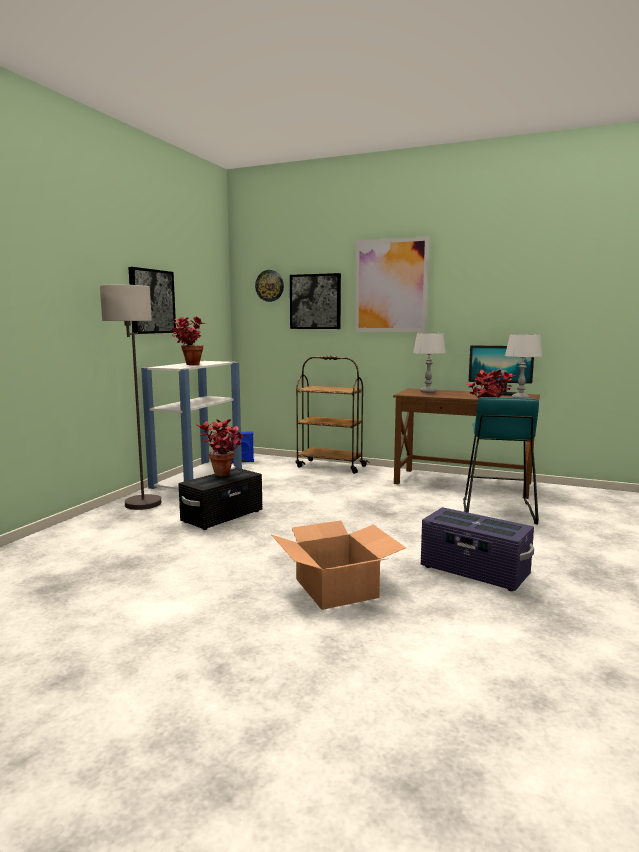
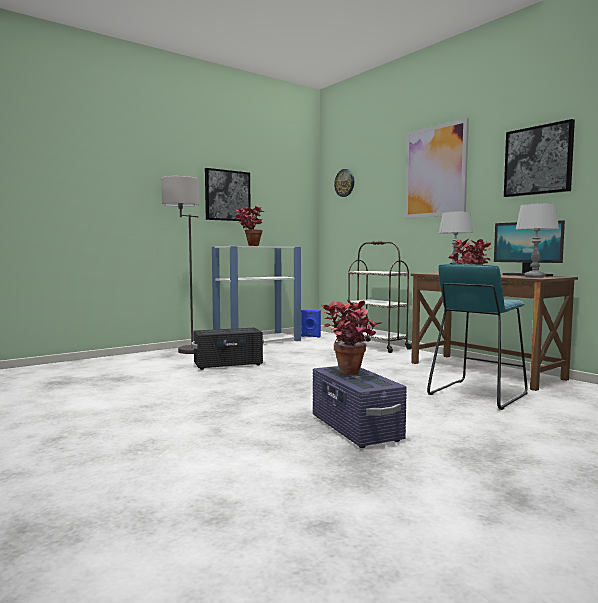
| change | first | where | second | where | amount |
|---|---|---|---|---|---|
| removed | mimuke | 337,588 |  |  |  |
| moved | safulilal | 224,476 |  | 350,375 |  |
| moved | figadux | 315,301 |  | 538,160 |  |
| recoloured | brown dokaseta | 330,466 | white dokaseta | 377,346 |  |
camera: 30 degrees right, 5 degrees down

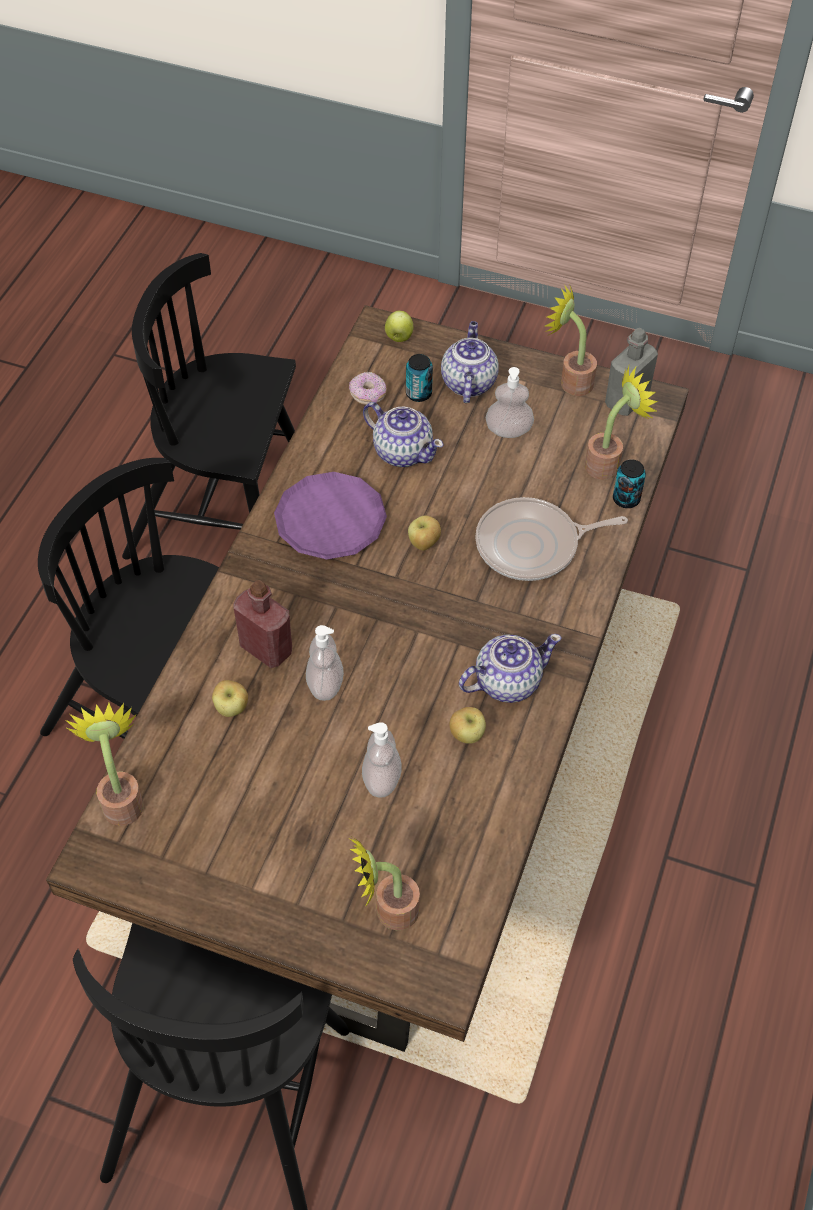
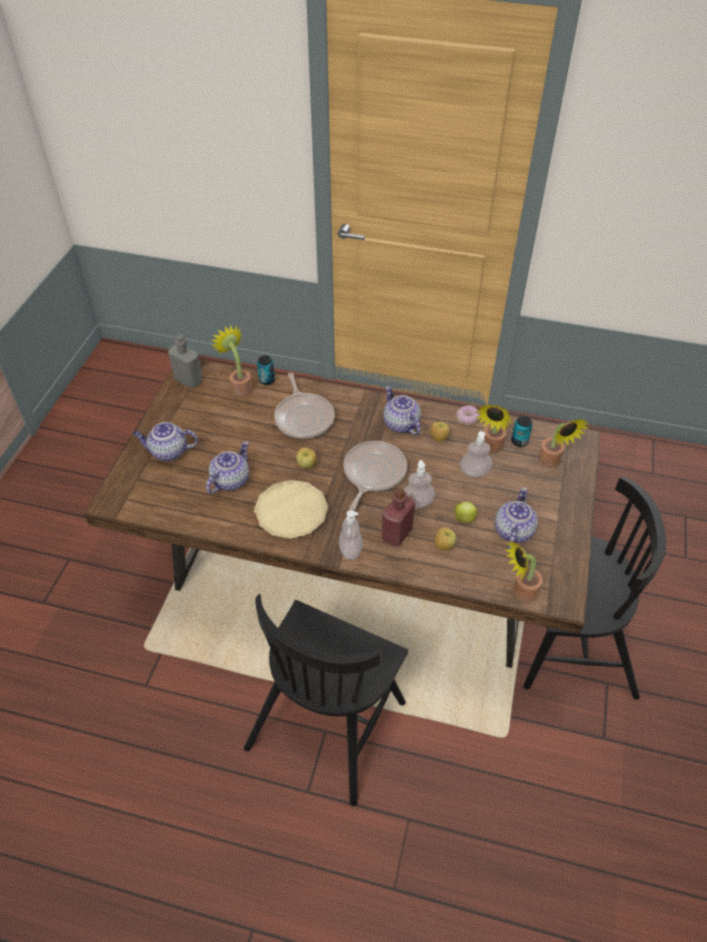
| change | first | where | second | where | amount |
|---|---|---|---|---|---|
| removed | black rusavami | 229,510 |  |  |  |
| added |  |  | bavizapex | 373,473 |  |
| added |  |  | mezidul | 513,531 |  |
| moved | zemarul | 368,395 |  | 467,419 |  |
| moved | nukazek | 399,337 |  | 465,519 |  |
| moved | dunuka | 418,394 |  | 519,441 |  |
| moved | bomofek | 508,430 |  | 350,550 |  |
| moved | safulilal | 570,381 |  | 490,448 |  |
| recoloured | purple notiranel | 330,521 | beige notiranel | 291,512 |  |
camera: 95 degrees left, 5 degrees down

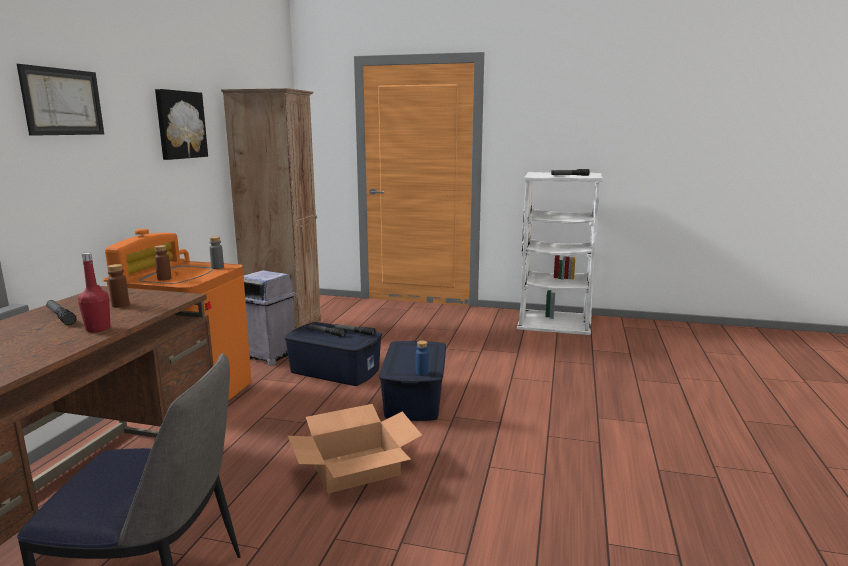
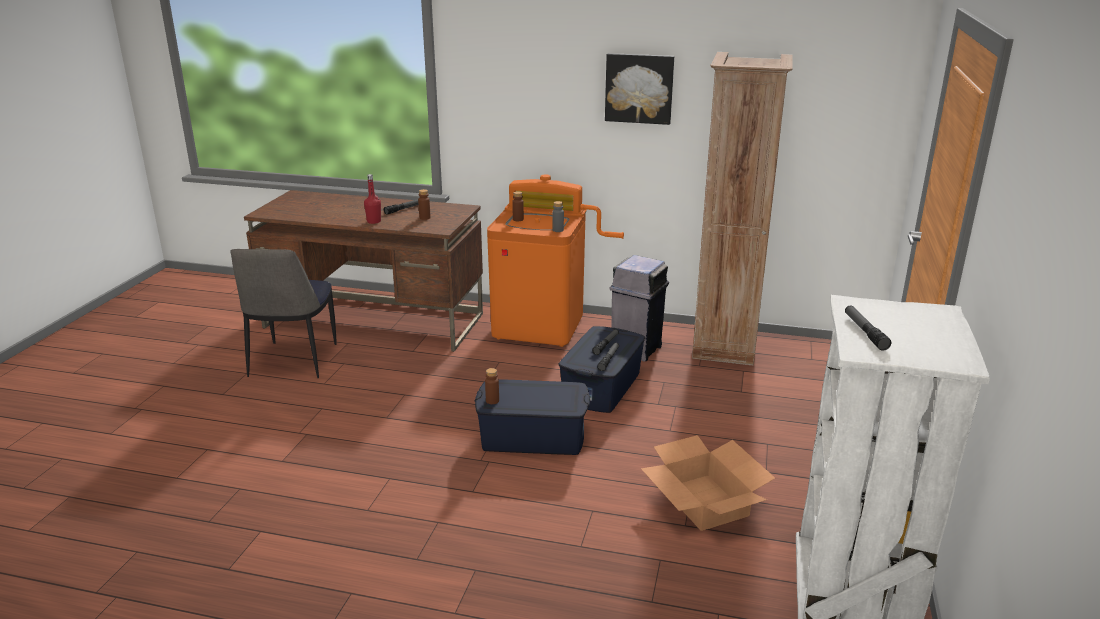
| change | first | where | second | where | amount |
|---|---|---|---|---|---|
| removed | figadux | 62,102 |  |  |  |
| moved | mimuke | 356,468 |  | 704,502 |  |
| recoloured | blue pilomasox | 422,373 | brown pilomasox | 492,401 |  |
camera: 90 degrees right, 10 degrees up

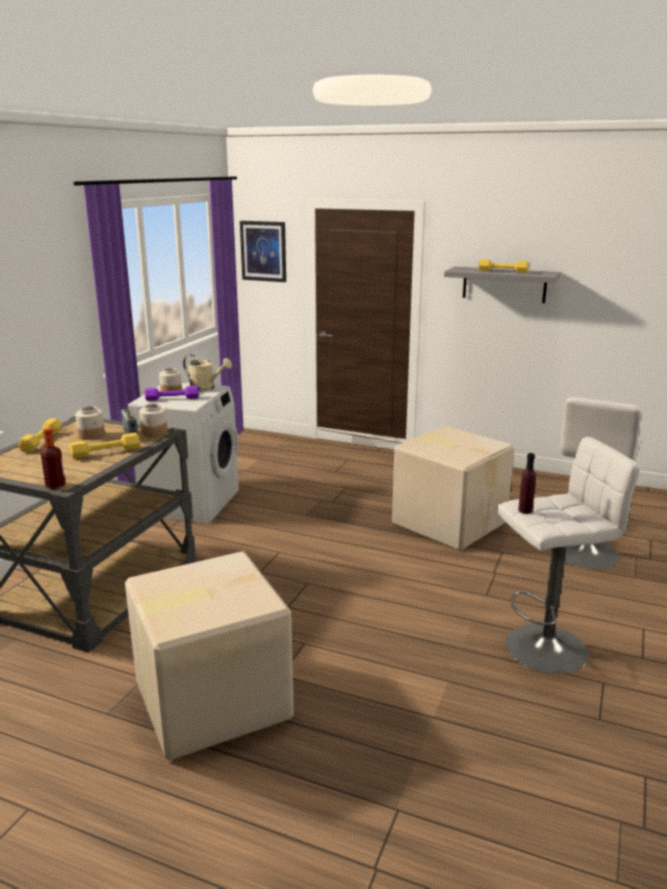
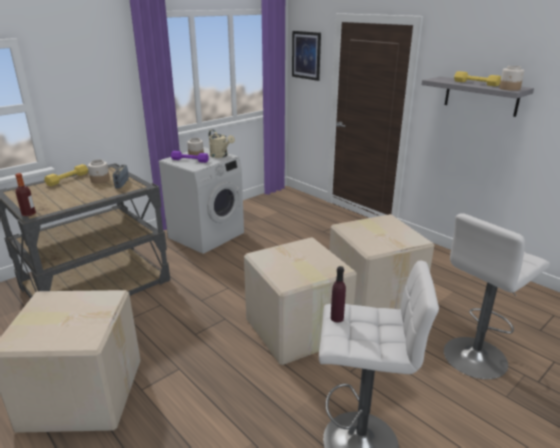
| change | first | where | second | where | amount |
|---|---|---|---|---|---|
| removed | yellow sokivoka | 106,452 |  |  |  |
| added |  |  | mimuke | 296,331 |  |
| moved | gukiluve | 154,432 |  | 509,89 |  |
camera: 25 degrees right, 5 degrees up

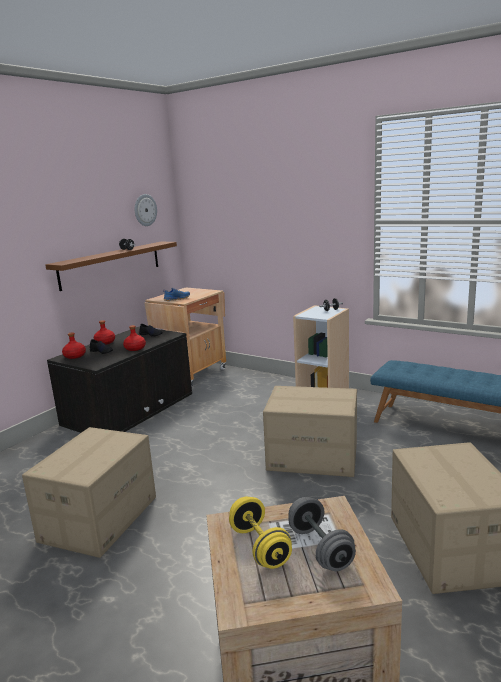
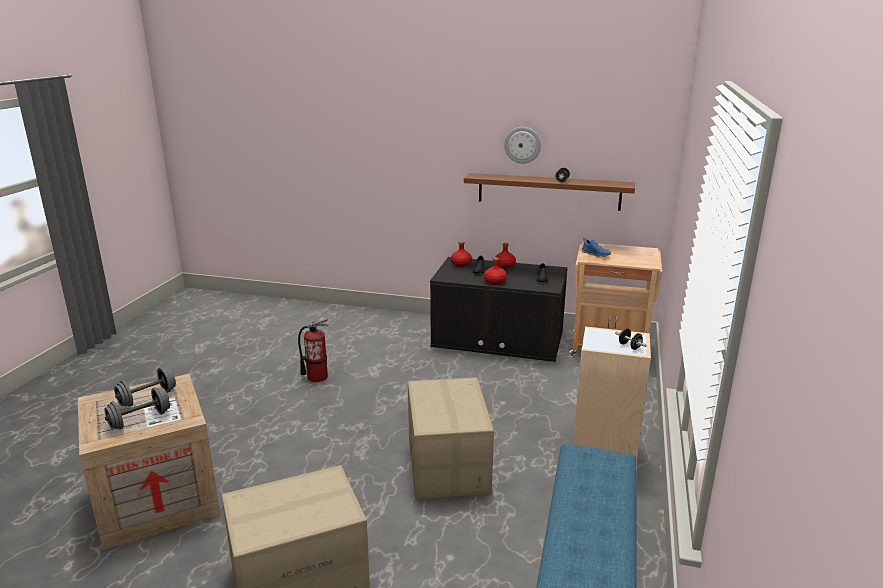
| change | first | where | second | where | amount |
|---|---|---|---|---|---|
| moved | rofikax | 145,210 |  | 522,145 |  |
| replaced | mimuke | 99,518 | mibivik | 317,377 |  |
| recoloured | yellow sokivoka | 260,547 | grey sokivoka | 147,398 |  |
camera: 70 degrees right, 5 degrees up

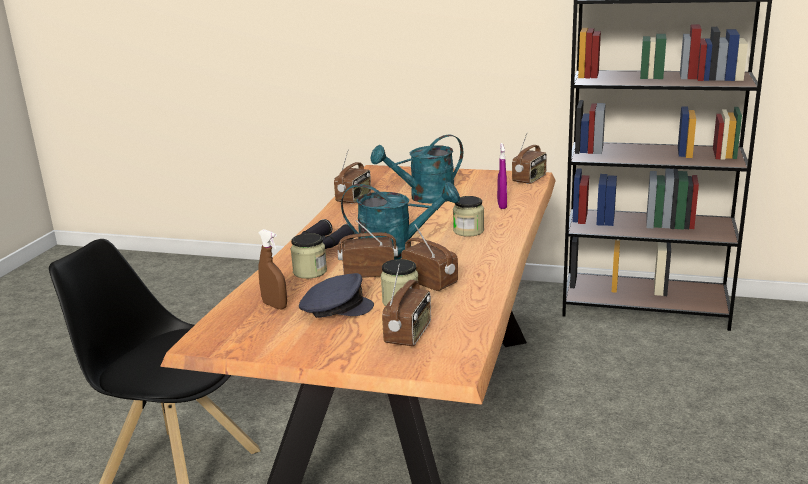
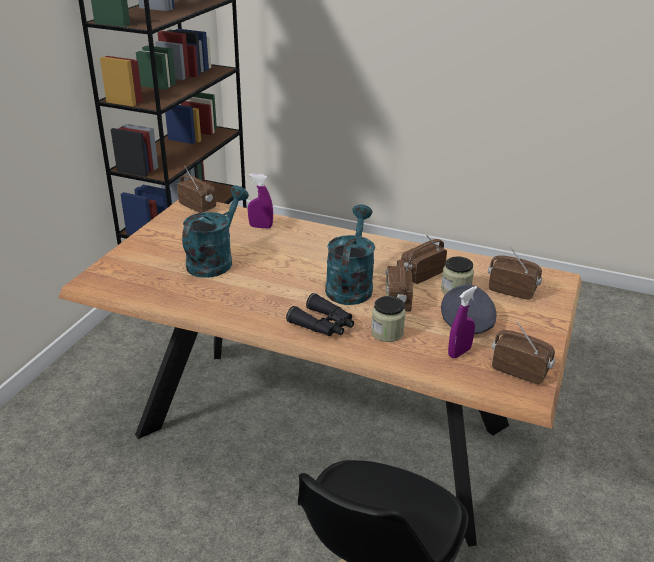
| change | first | where | second | where | amount |
|---|---|---|---|---|---|
| removed | gukiluve | 468,231 |  |  |  |
| moved | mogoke | 354,198 |  | 520,371 |  |
| recoloured | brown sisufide | 275,305 | purple sisufide | 459,352 |  |
| turned | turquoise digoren | 424,198 |  | 214,260 | 135 degrees counterclockwise |
camera: 85 degrees left, 10 degrees up

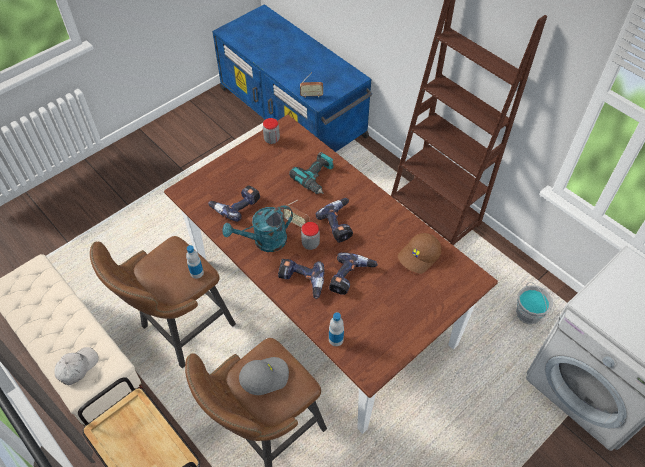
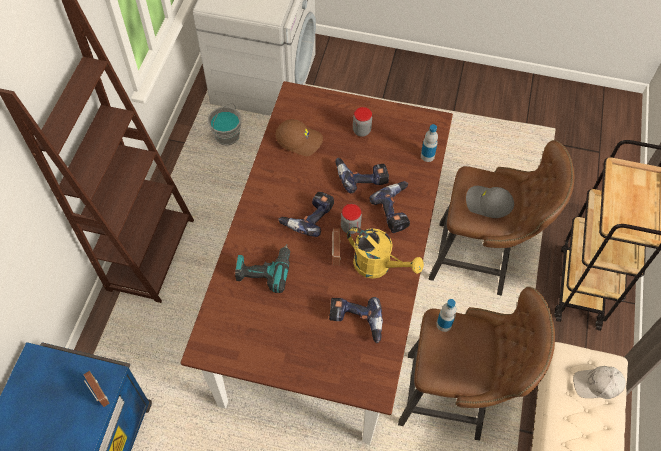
| change | first | where | second | where | amount |
|---|---|---|---|---|---|
| moved | gukiluve | 271,139 |  | 361,131 |  |
| recoloured | turquoise digoren | 264,242 | yellow digoren | 378,266 |  |
camera: 125 degrees left, 5 degrees up

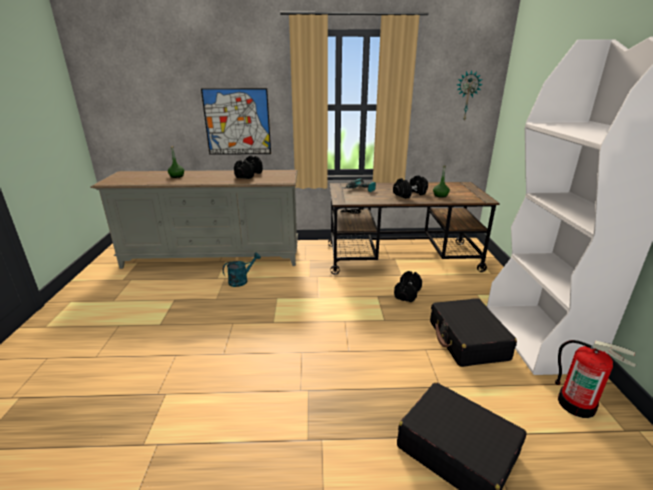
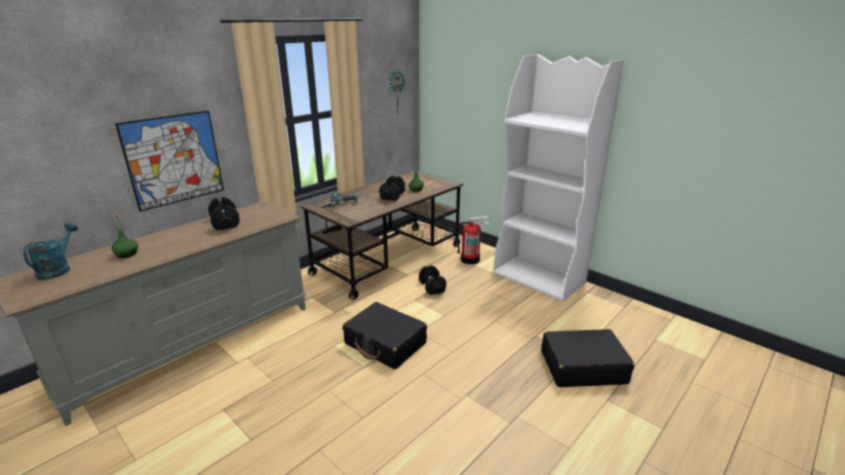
| change | first | where | second | where | amount |
|---|---|---|---|---|---|
| moved | turquoise digoren | 241,280 |  | 57,269 |  |
| moved | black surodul | 467,340 |  | 385,343 |  |
| moved | mibivik | 576,404 |  | 470,259 |  |
camera: 45 degrees left, 0 degrees up

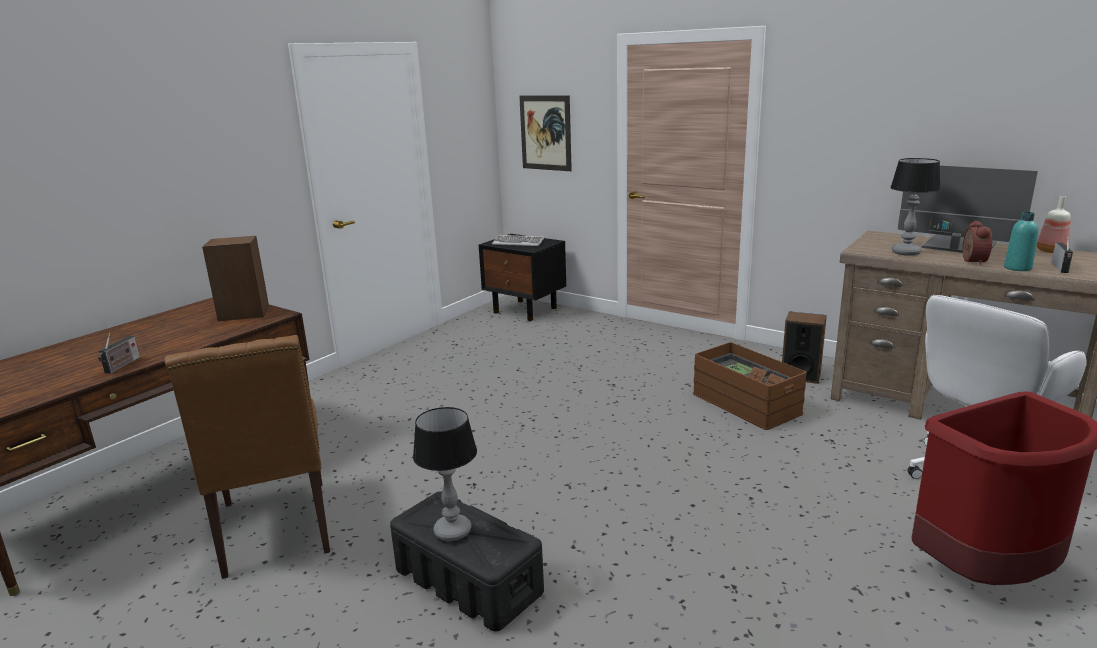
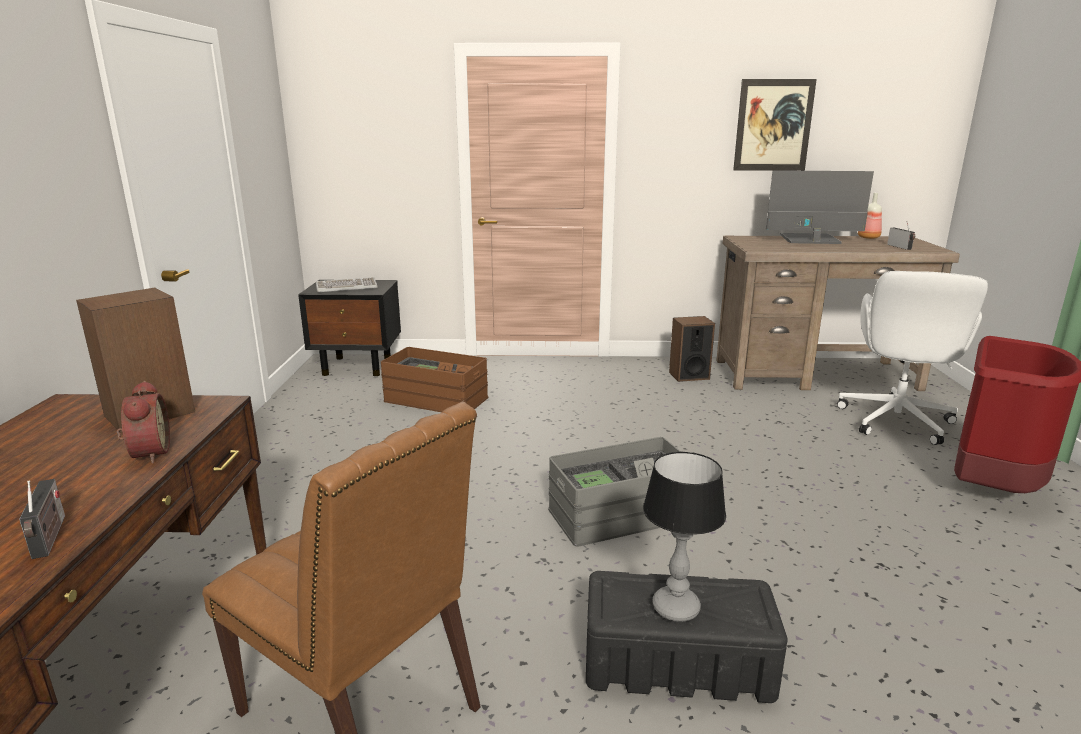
| change | first | where | second | where | amount |
|---|---|---|---|---|---|
| removed | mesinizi | 906,253 |  |  |  |
| removed | turquoise pilomasox | 1017,268 |  |  |  |
| added |  |  | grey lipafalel | 620,513 |  |
| moved | figadux | 545,133 |  | 773,125 |  |
| moved | brown lipafalel | 747,403 |  | 437,399 |  |
| moved | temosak | 971,261 |  | 148,453 |  |
camera: 35 degrees left, 0 degrees up

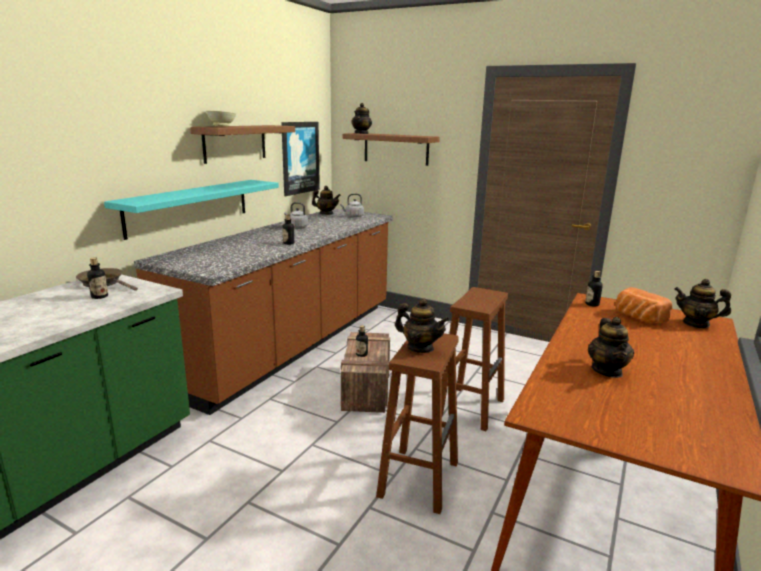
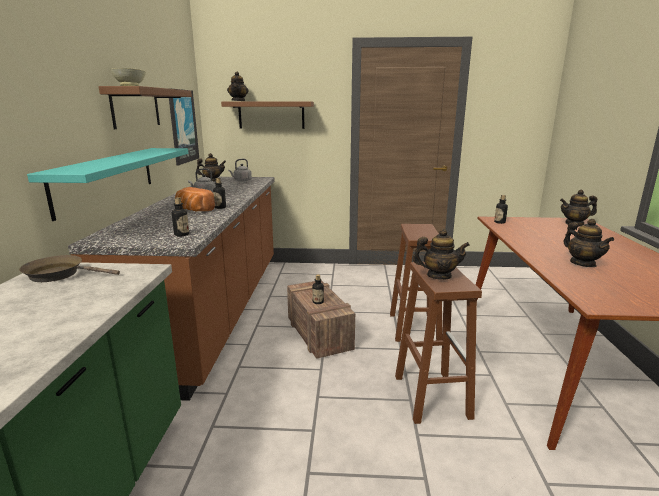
| change | first | where | second | where | amount |
|---|---|---|---|---|---|
| moved | pilomasox | 99,296 |  | 181,234 |  |
| moved | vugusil | 637,318 |  | 193,210 |  |
camera: 25 degrees left, 0 degrees up

